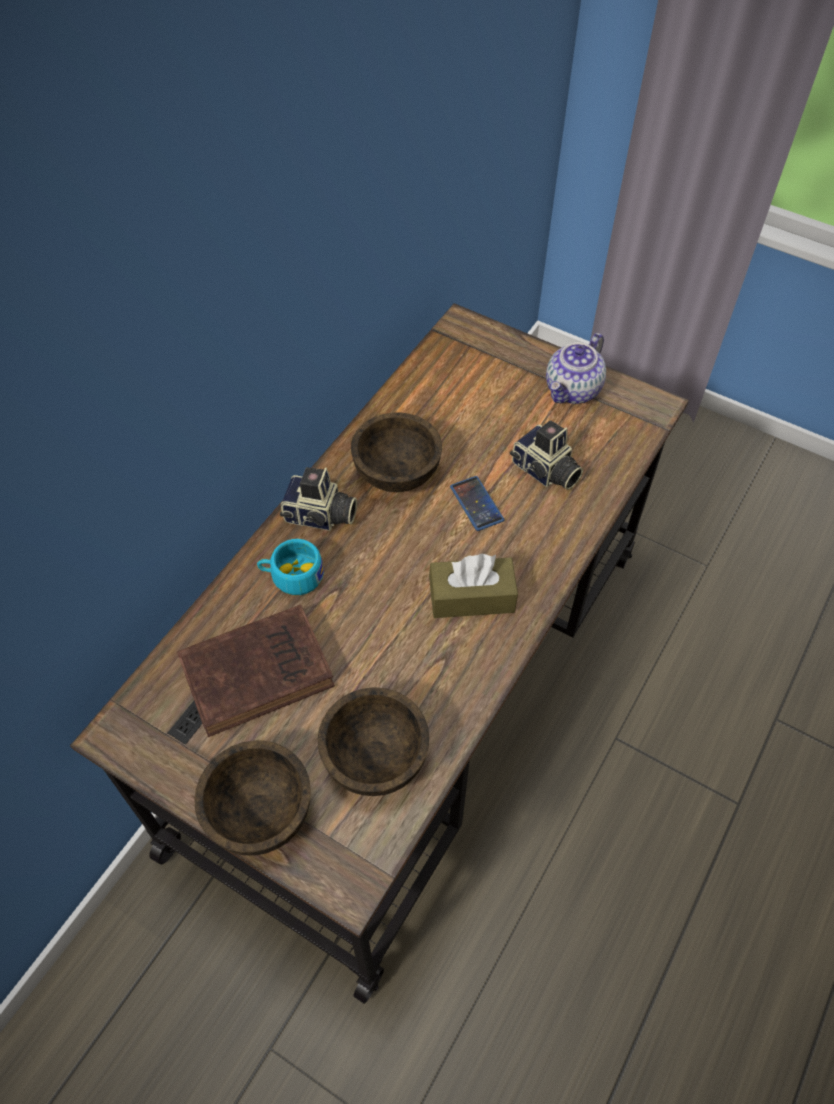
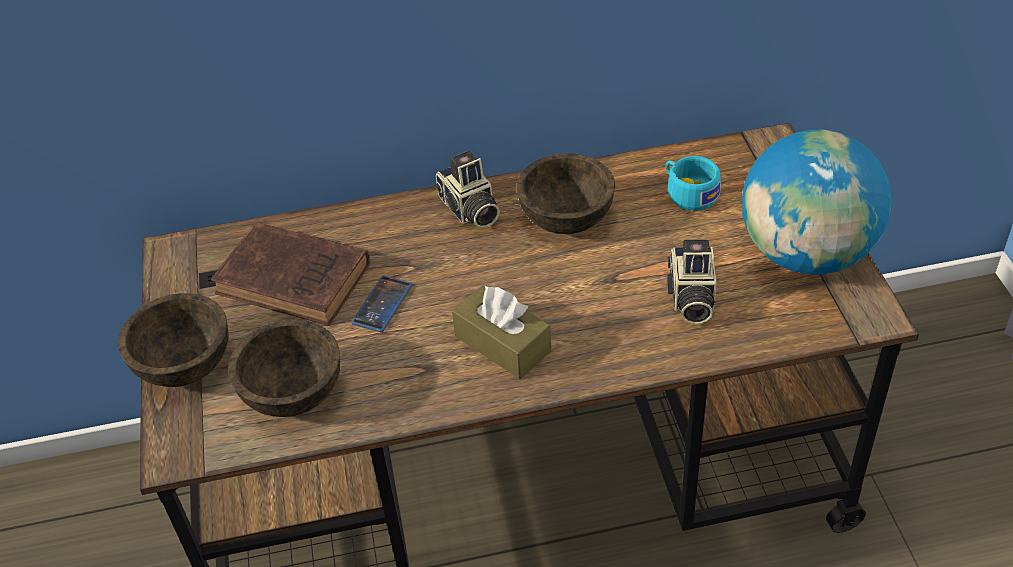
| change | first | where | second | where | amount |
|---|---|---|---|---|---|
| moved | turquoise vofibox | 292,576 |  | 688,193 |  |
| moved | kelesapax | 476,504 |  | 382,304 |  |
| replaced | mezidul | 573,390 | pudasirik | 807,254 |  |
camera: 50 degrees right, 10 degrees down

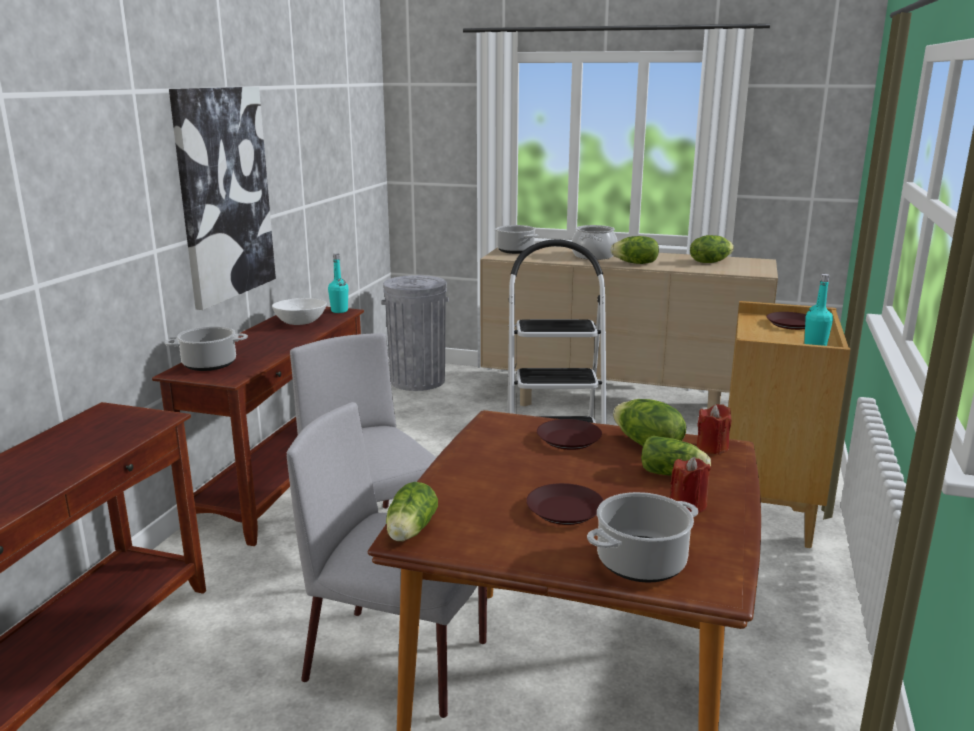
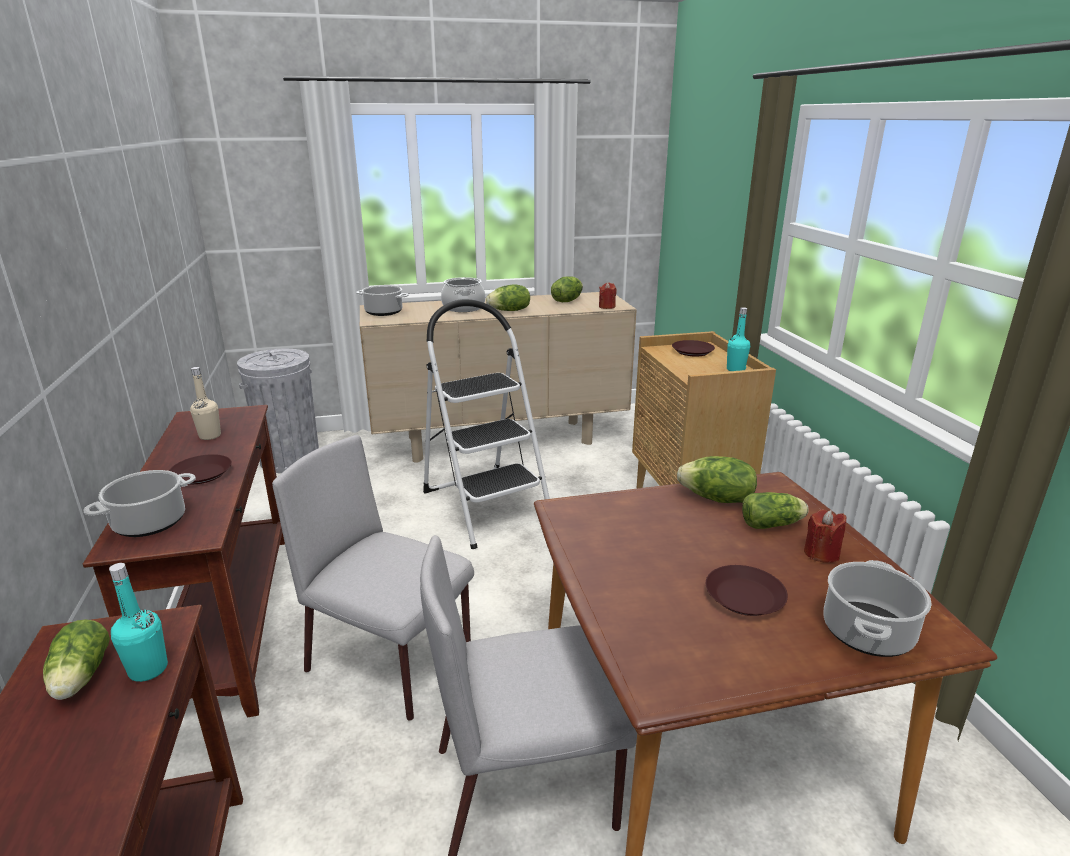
| change | first | where | second | where | amount |
|---|---|---|---|---|---|
| removed | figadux | 224,194 |  |  |  |
| moved | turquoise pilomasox | 339,311 |  | 148,669 |  |
| moved | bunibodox | 409,532 |  | 79,679 |  |
| moved | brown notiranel | 569,440 |  | 202,474 |  |
| moved | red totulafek | 712,447 |  | 607,307 |  |
| replaced | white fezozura | 301,322 | beige pilomasox | 210,436 |  |
camera: 30 degrees left, 5 degrees up

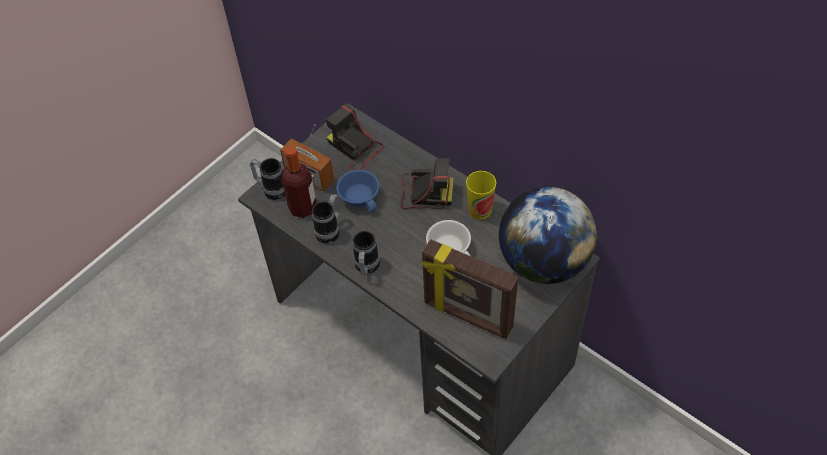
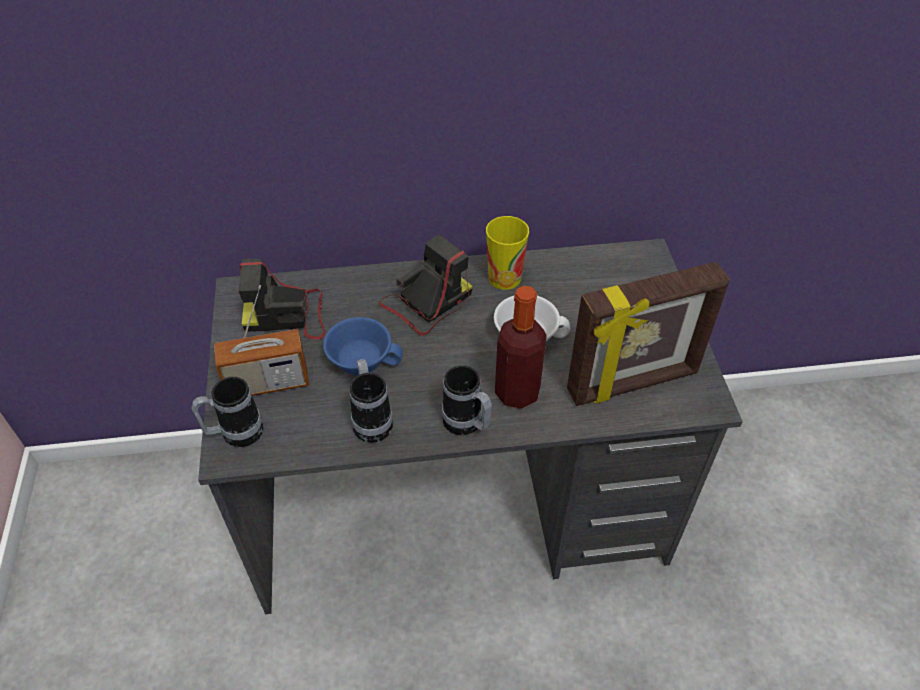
| change | first | where | second | where | amount |
|---|---|---|---|---|---|
| removed | pudasirik | 543,262 |  |  |  |
| moved | pilomasox | 303,208 |  | 517,392 |  |
camera: 50 degrees left, 5 degrees down

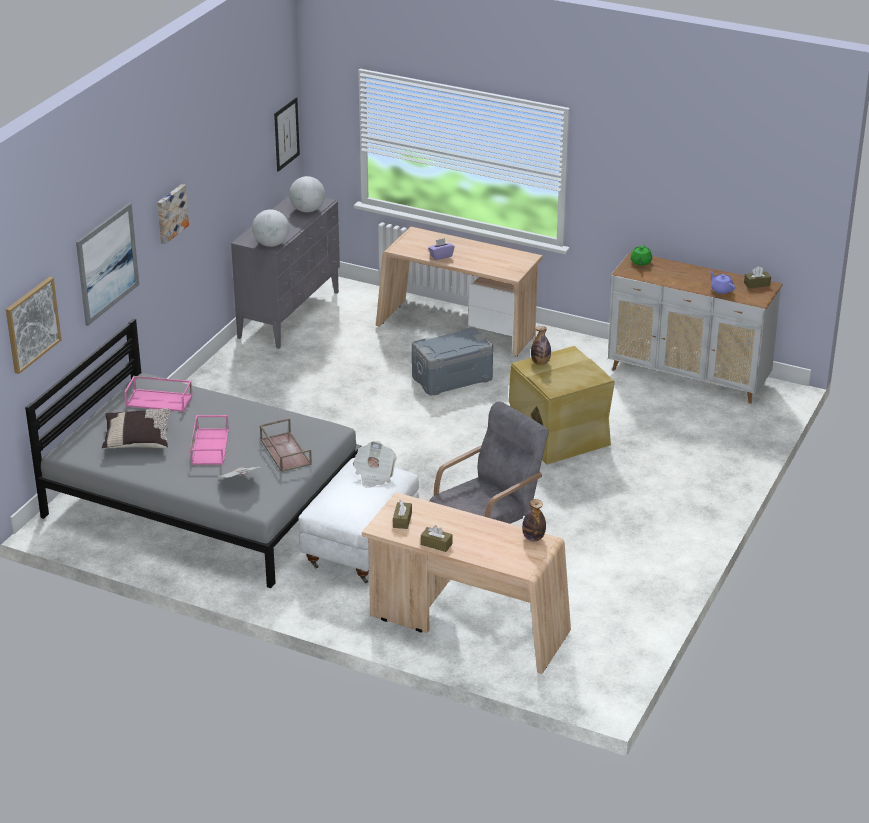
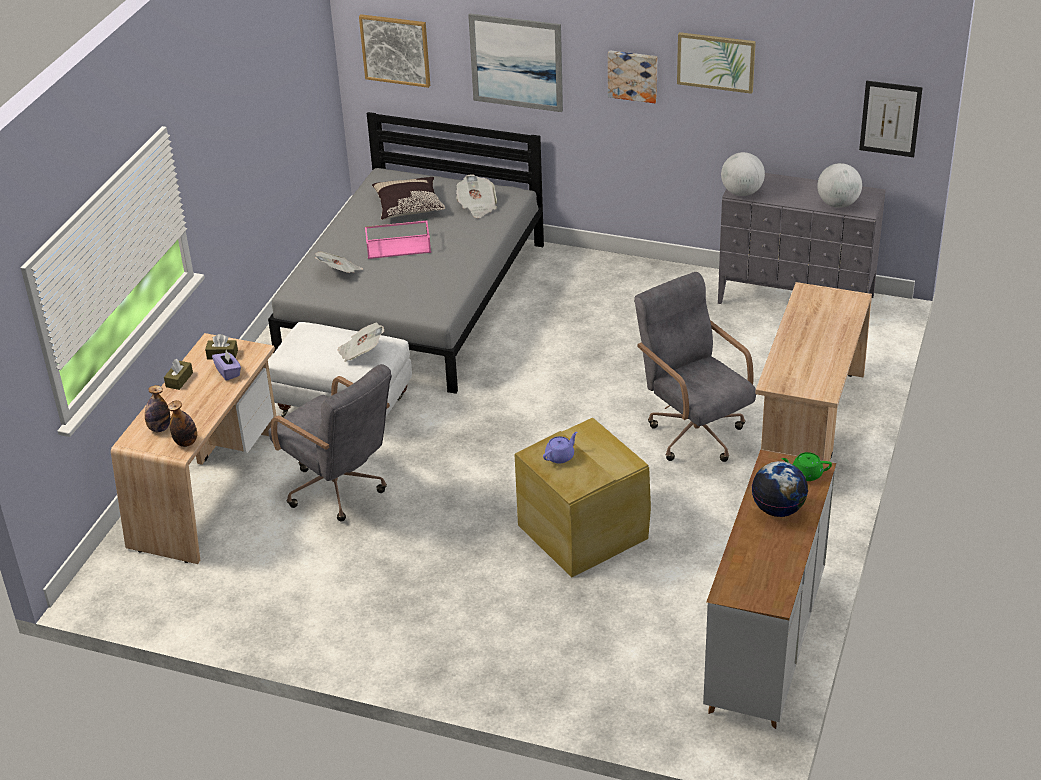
| change | first | where | second | where | amount |
|---|---|---|---|---|---|
| removed | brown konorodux | 284,451 |  |  |  |
| removed | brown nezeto | 757,284 |  |  |  |
| added |  |  | figadux | 716,62 |  |
| added |  |  | pudasirik | 778,509 |  |
| moved | purple nezeto | 441,256 |  | 228,372 |  |
| moved | pilomasox | 540,362 |  | 159,428 |  |
| moved | purple mezidul | 721,290 |  | 560,456 |  |
| replaced | pink konorodux | 160,400 | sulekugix | 477,206 |  |
| replaced | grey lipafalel | 451,378 | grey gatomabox | 693,434 |  |
camera: 85 degrees right, 5 degrees up

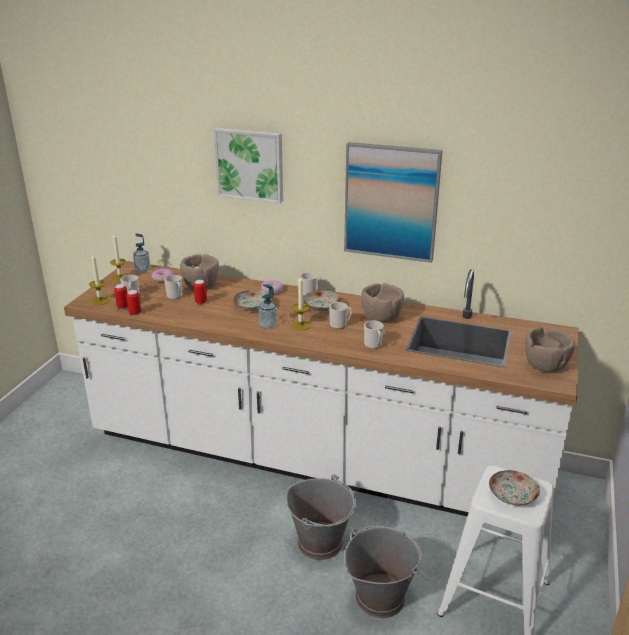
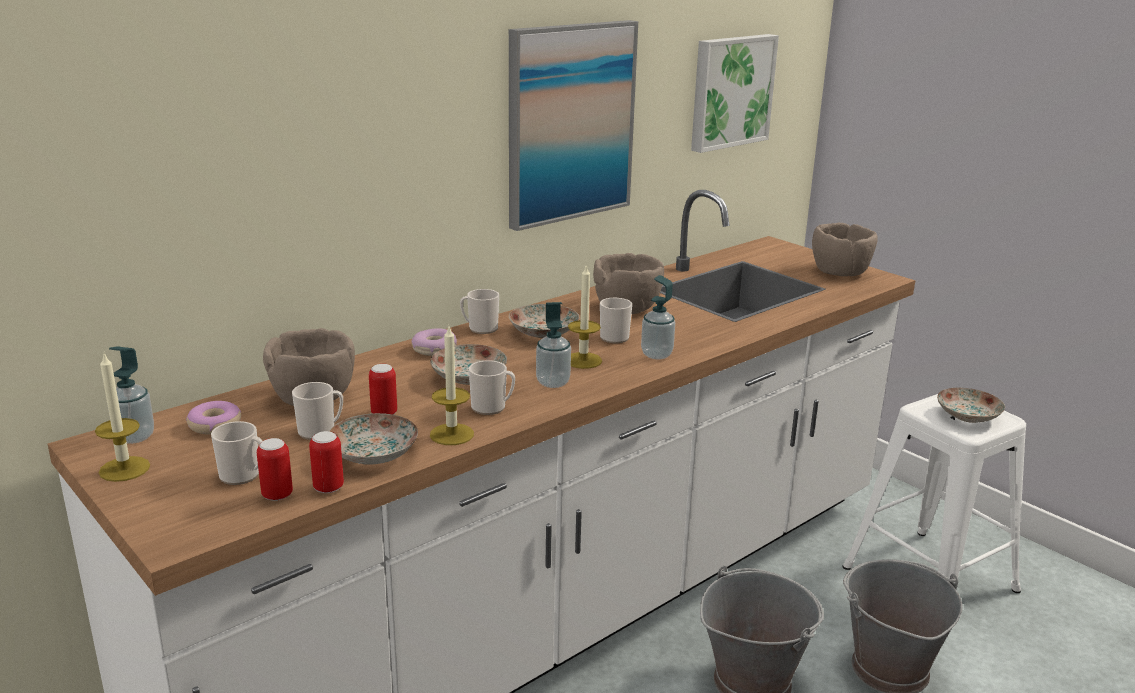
| change | first | where | second | where | amount |
|---|---|---|---|---|---|
| added |  |  | notiranel | 375,454 |  |
| added |  |  | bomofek | 656,354 |  |
| moved | totulafek | 100,300 |  | 451,434 |  |
| moved | figadux | 250,164 |  | 730,91 |  |
| moved | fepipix | 374,345 |  | 492,407 |  |
camera: 60 degrees left, 5 degrees down

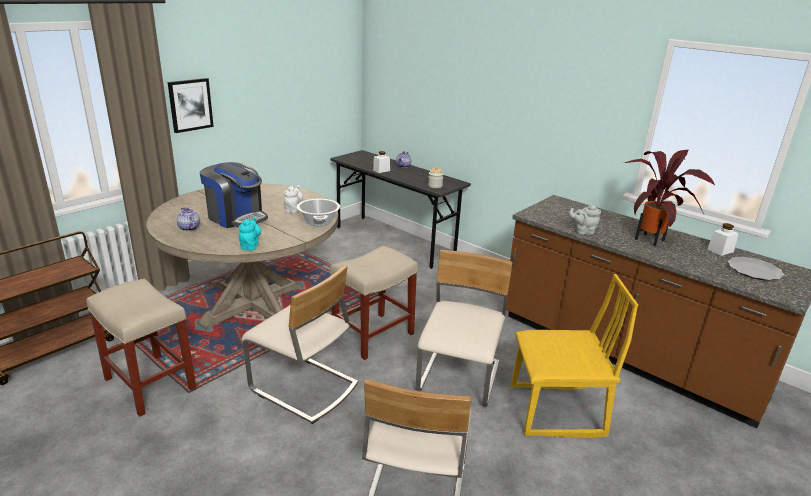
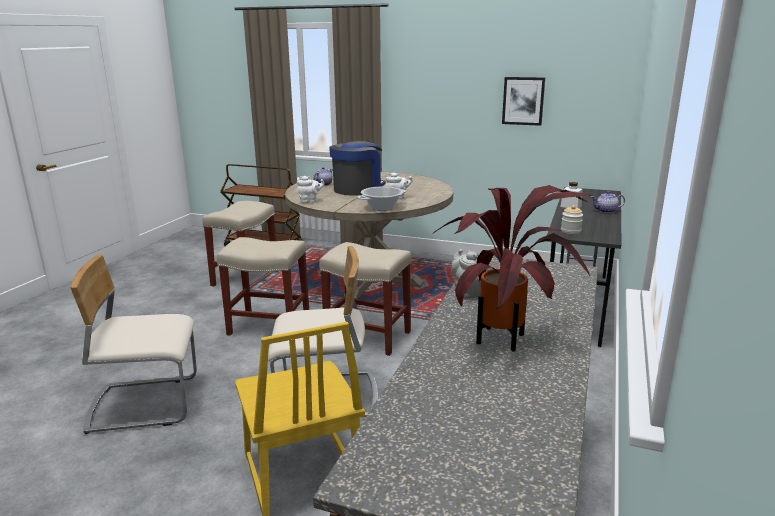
| change | first | where | second | where | amount |
|---|---|---|---|---|---|
| removed | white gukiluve | 720,250 |  |  |  |
| removed | notiranel | 754,271 |  |  |  |
| moved | figadux | 190,105 |  | 523,101 |  |
| replaced | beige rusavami | 303,388 | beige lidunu | 268,326 |  |
| recoloured | turquoise mezidul | 250,246 | white mezidul | 310,201 |  |
| turned | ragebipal | 236,217 |  | 358,189 | 150 degrees counterclockwise |
camera: 70 degrees right, 5 degrees down

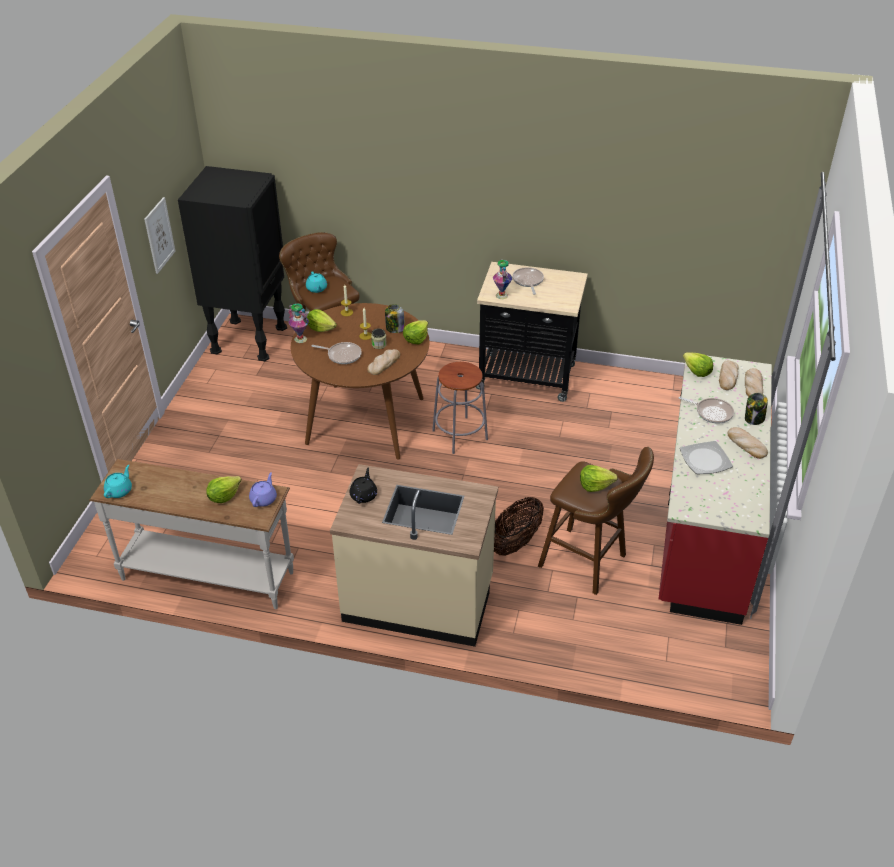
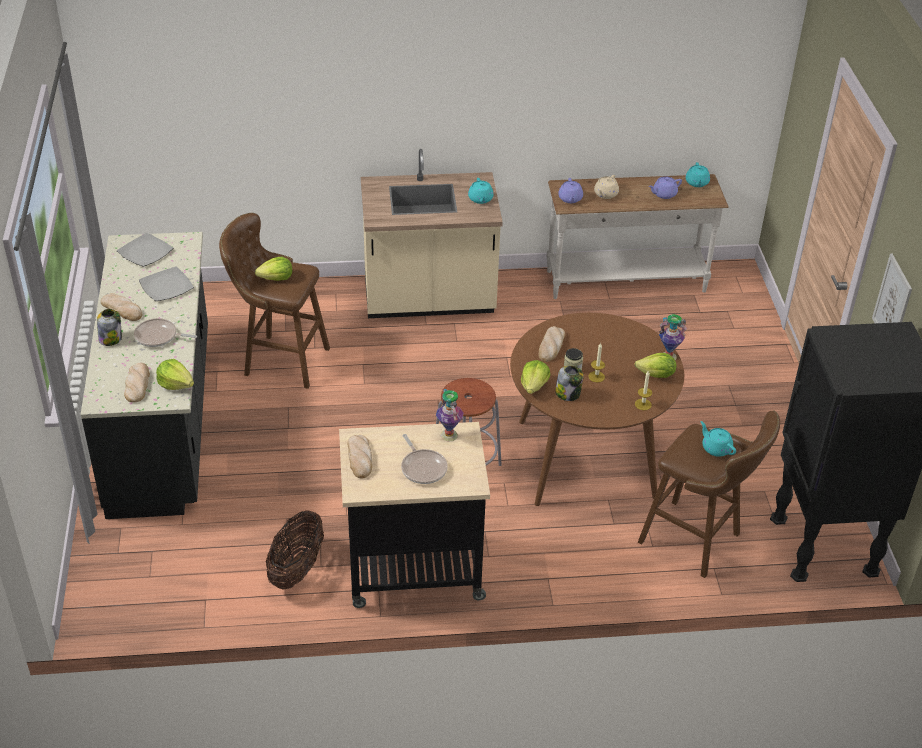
| change | first | where | second | where | amount |
|---|---|---|---|---|---|
| removed | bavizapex | 342,355 |  |  |  |
| added |  |  | notiranel | 145,252 |  |
| added |  |  | purple mezidul | 664,194 |  |
| moved | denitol | 515,542 |  | 296,568 |  |
| moved | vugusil | 753,385 |  | 360,458 |  |
| replaced | bunibodox | 224,496 | beige mezidul | 605,194 |  |
| recoloured | black mezidul | 364,495 | turquoise mezidul | 480,199 |  |
| recoloured | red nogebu | 703,526 | black nogebu | 163,420 |  |
camera: 160 degrees right, 0 degrees up

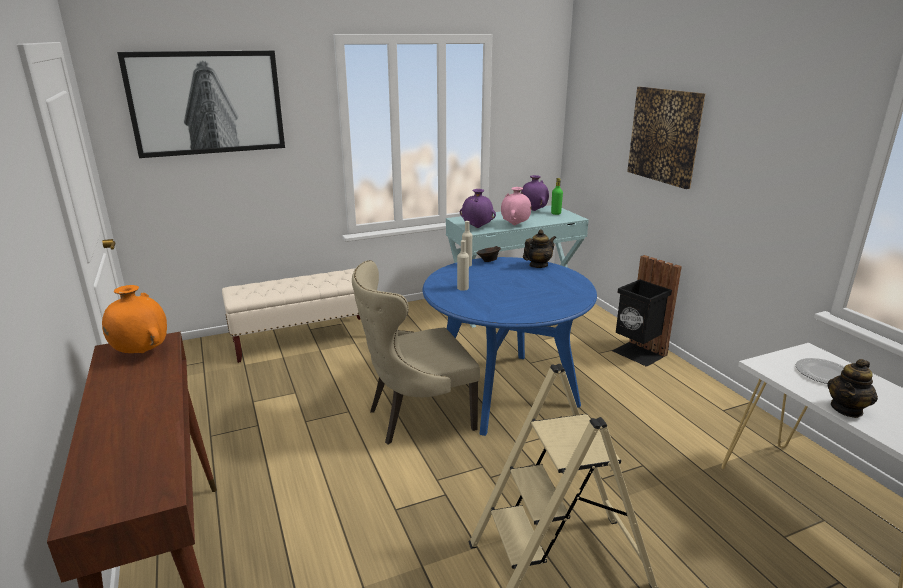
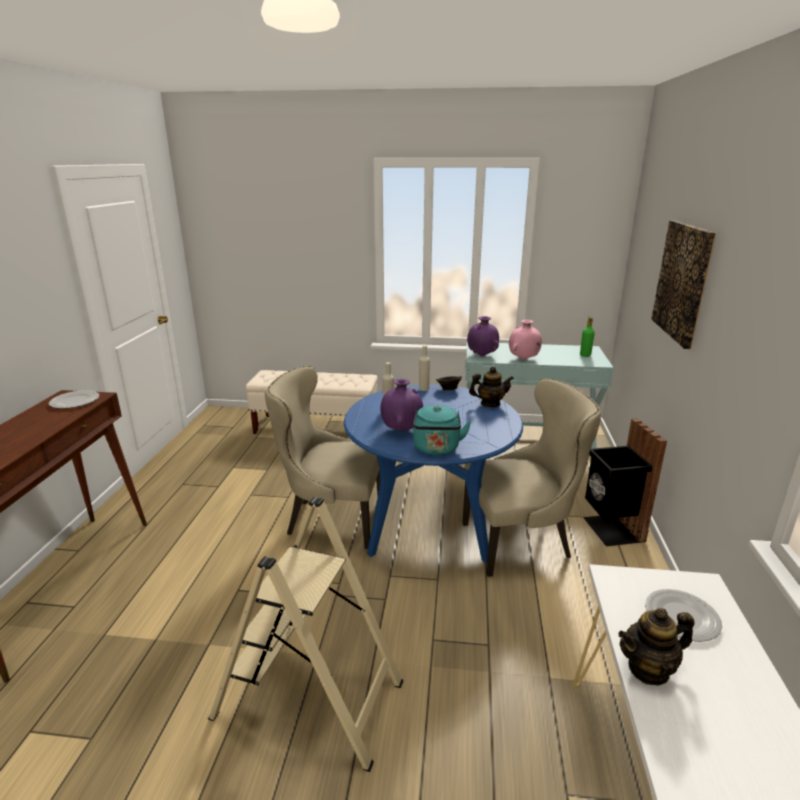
| change | first | where | second | where | amount |
|---|---|---|---|---|---|
| removed | figadux | 207,103 |  |  |  |
| added |  |  | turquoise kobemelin | 437,449 |  |
| added |  |  | beige rusavami | 520,542 |  |
| moved | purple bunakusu | 533,210 |  | 401,430 |  |
| replaced | orange bunakusu | 141,352 | notiranel | 74,401 |  |
camera: 30 degrees right, 0 degrees up

